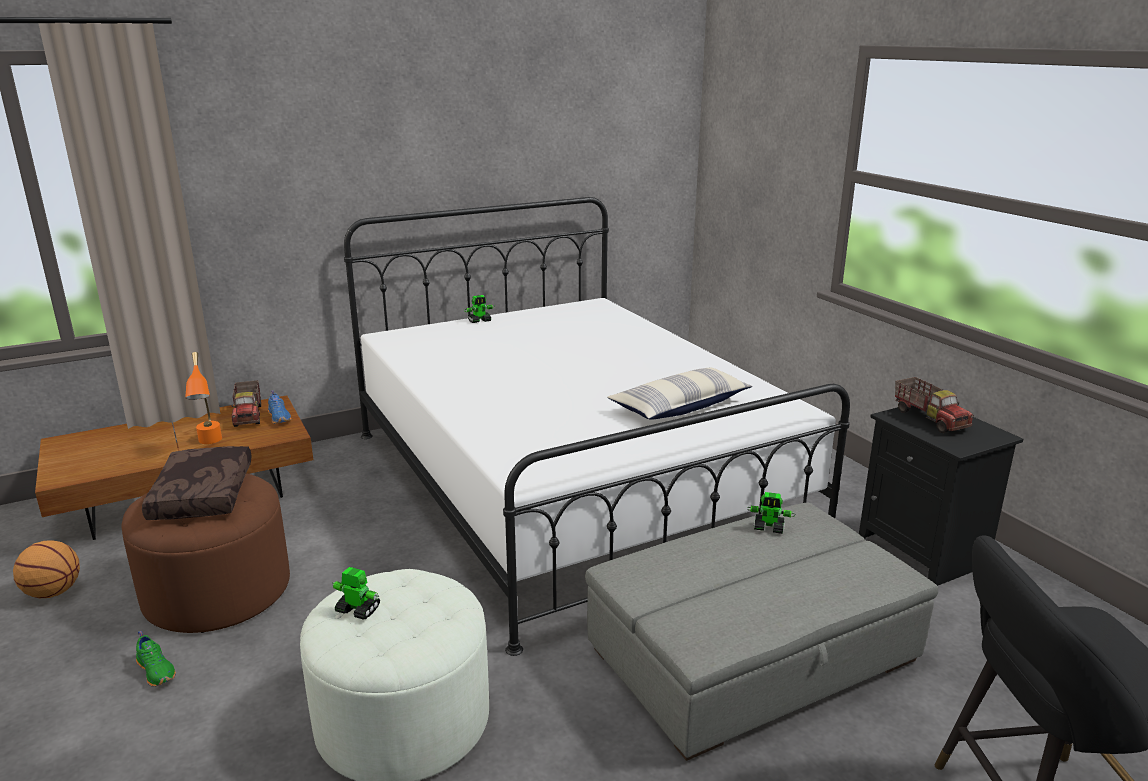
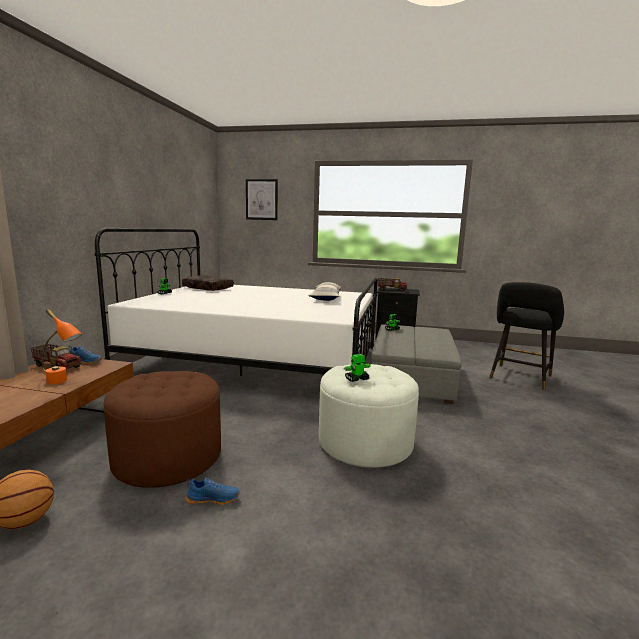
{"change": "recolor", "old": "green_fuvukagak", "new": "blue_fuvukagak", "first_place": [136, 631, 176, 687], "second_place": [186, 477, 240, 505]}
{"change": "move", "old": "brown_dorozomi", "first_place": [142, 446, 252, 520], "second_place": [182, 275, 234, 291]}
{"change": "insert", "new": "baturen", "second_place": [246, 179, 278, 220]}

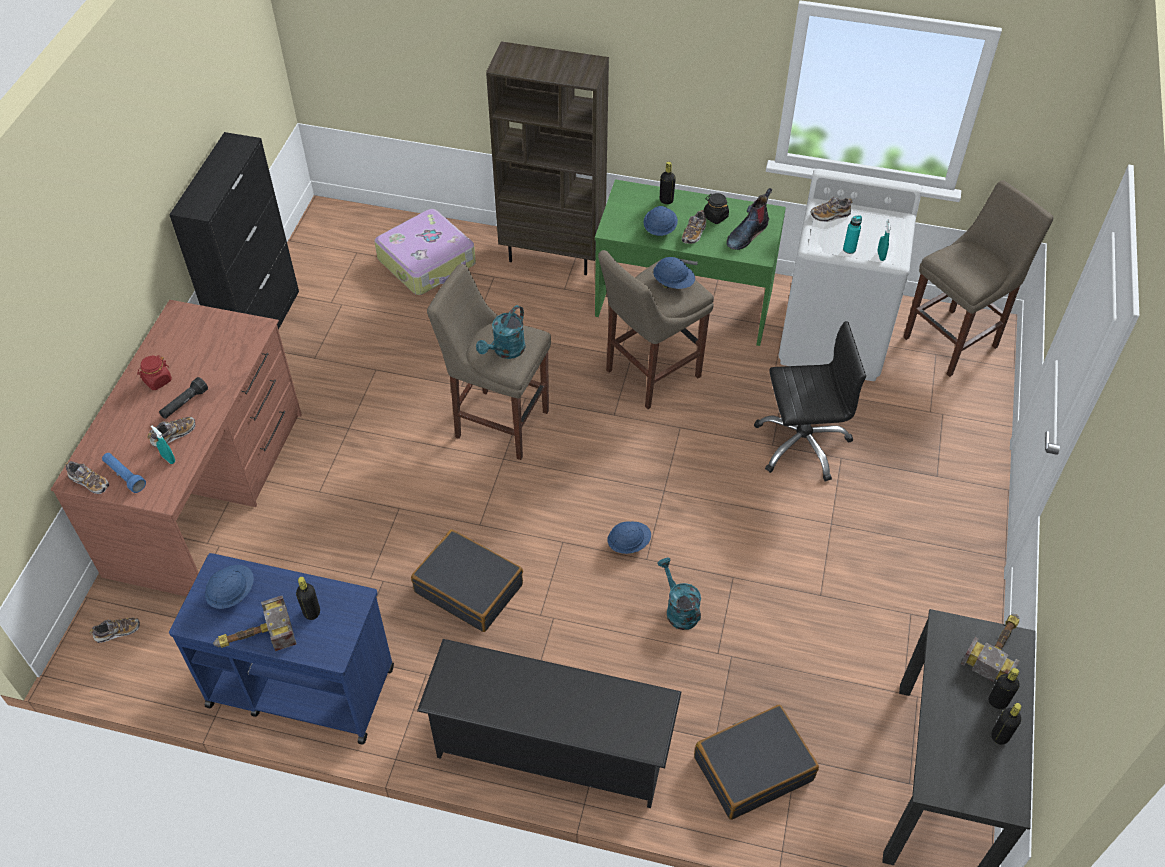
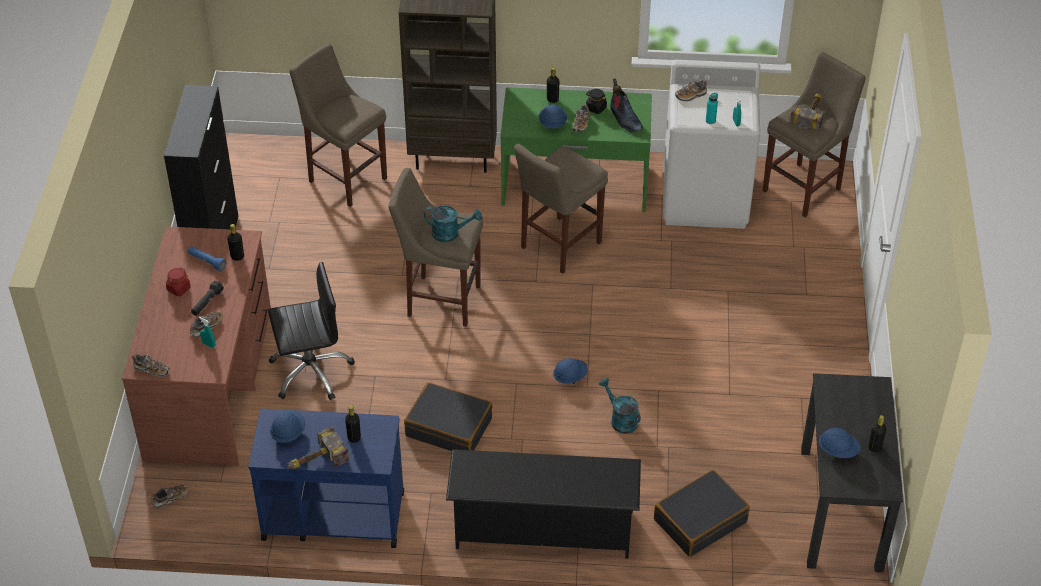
{"change": "move", "old": "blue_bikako", "first_place": [102, 453, 146, 493], "second_place": [188, 246, 226, 271]}
{"change": "replace", "old": "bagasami", "new": "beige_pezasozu", "first_place": [375, 209, 476, 295], "second_place": [289, 43, 387, 207]}
{"change": "rotate", "old": "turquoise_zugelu", "first_place": [476, 305, 526, 359], "second_place": [424, 205, 482, 242], "degrees": -105}
{"change": "move", "old": "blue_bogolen", "first_place": [653, 257, 695, 289], "second_place": [819, 428, 861, 458]}
{"change": "rotate", "old": "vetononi", "first_place": [727, 188, 772, 250], "second_place": [610, 78, 643, 132], "degrees": -60}
{"change": "move", "old": "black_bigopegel", "first_place": [754, 321, 866, 482], "second_place": [268, 262, 355, 400]}
{"change": "move", "old": "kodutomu", "first_place": [961, 614, 1019, 682], "second_place": [790, 93, 824, 132]}
{"change": "move", "old": "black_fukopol", "first_place": [989, 668, 1020, 709], "second_place": [227, 224, 244, 261]}

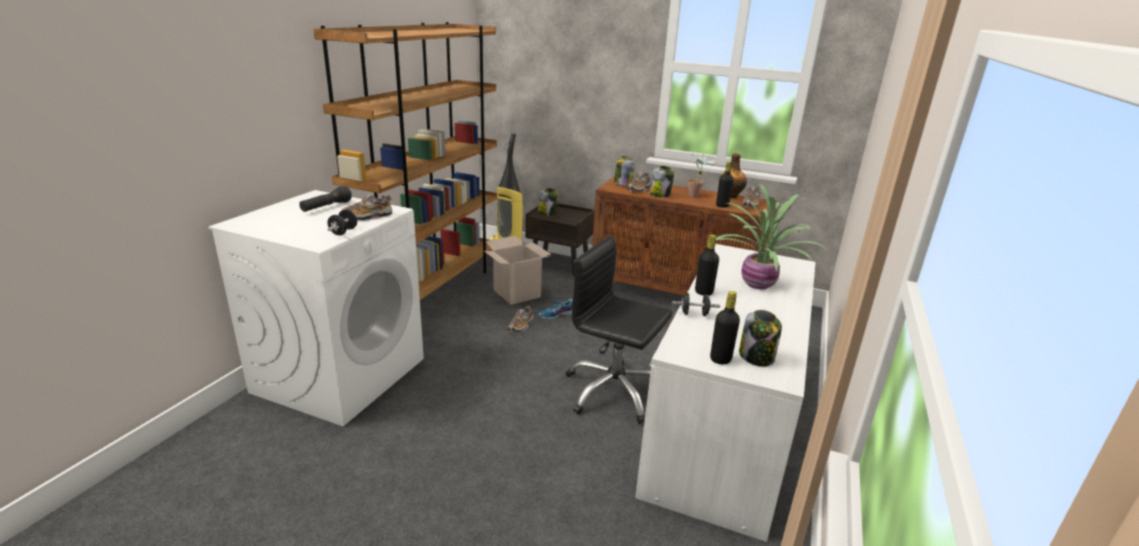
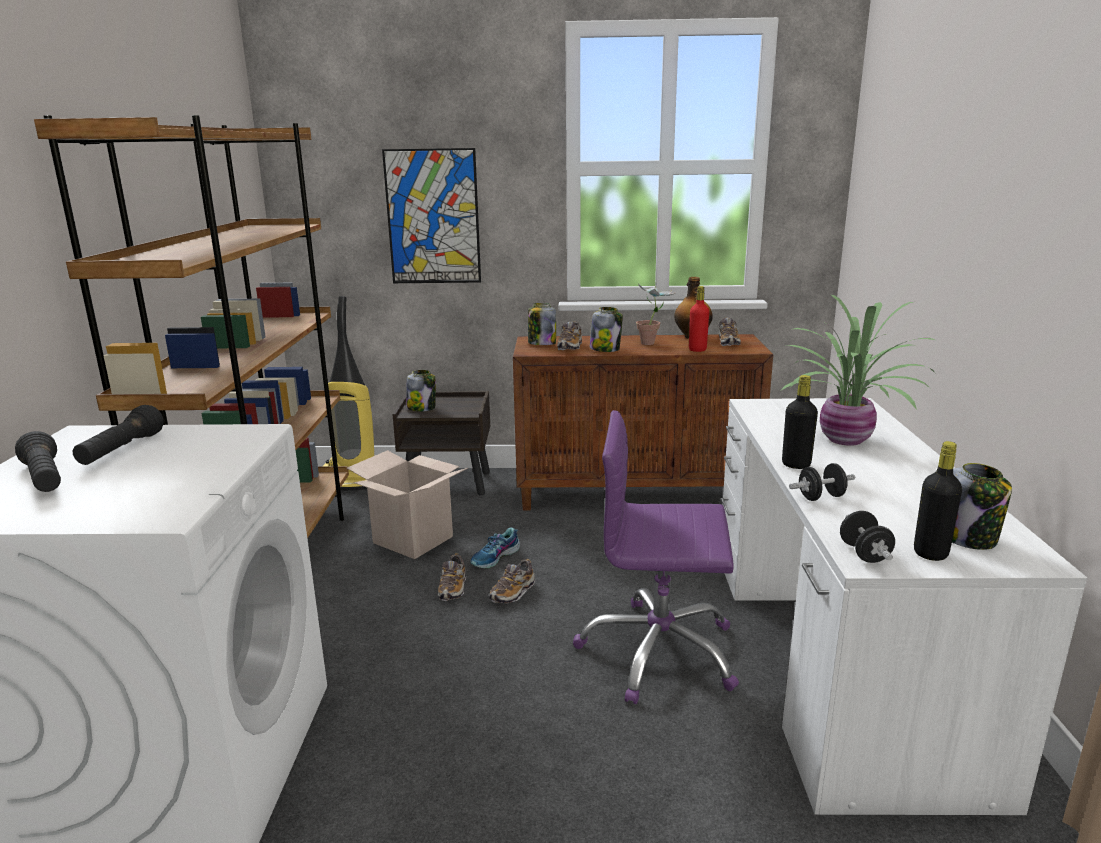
{"change": "move", "old": "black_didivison", "first_place": [327, 209, 357, 235], "second_place": [840, 511, 895, 563]}
{"change": "move", "old": "fuvukagak", "first_place": [341, 194, 392, 221], "second_place": [489, 559, 535, 604]}
{"change": "recolor", "old": "black_bigopegel", "new": "purple_bigopegel", "first_place": [566, 236, 673, 424], "second_place": [573, 410, 739, 704]}
{"change": "recolor", "old": "black_fukopol", "new": "red_fukopol", "first_place": [716, 161, 734, 208], "second_place": [689, 286, 709, 352]}
{"change": "insert", "new": "black_bikako", "second_place": [15, 431, 61, 492]}
{"change": "insert", "new": "baturen", "second_place": [382, 148, 481, 283]}

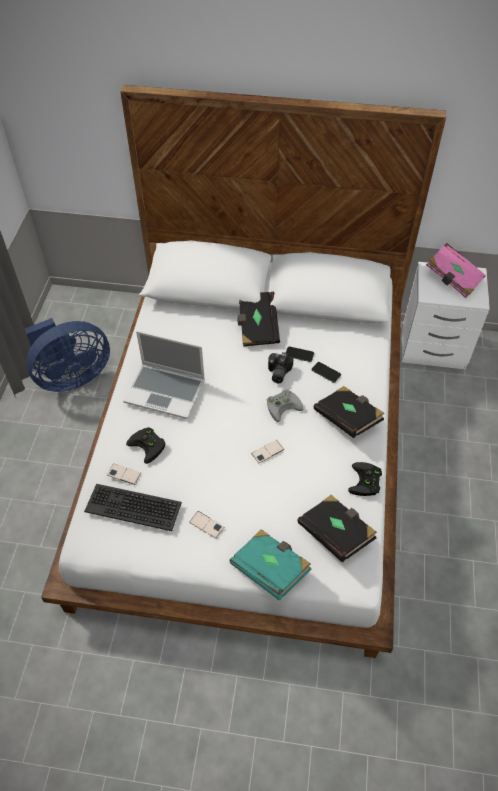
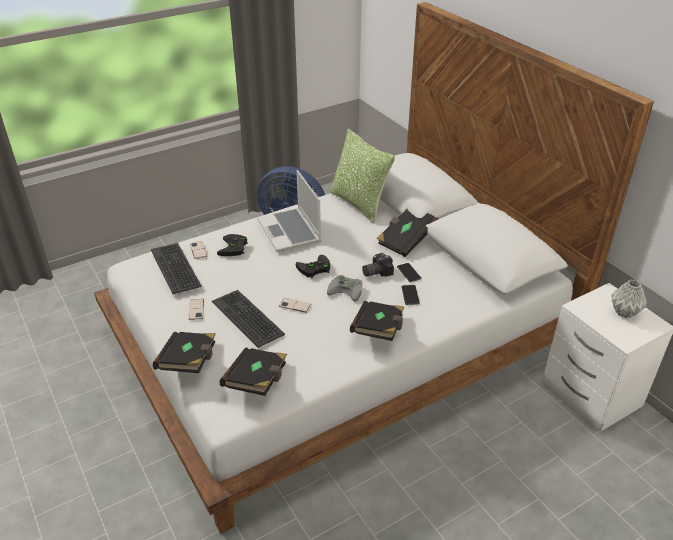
{"change": "recolor", "old": "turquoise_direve", "new": "black_direve", "first_place": [230, 529, 312, 600], "second_place": [153, 332, 216, 373]}
{"change": "move", "old": "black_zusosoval", "first_place": [348, 462, 382, 496], "second_place": [296, 255, 330, 278]}
{"change": "replace", "old": "pink_direve", "new": "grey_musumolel", "first_place": [426, 243, 486, 298], "second_place": [611, 279, 647, 318]}
{"change": "insert", "new": "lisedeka", "second_place": [212, 290, 285, 348]}
{"change": "insert", "new": "dorozomi", "second_place": [329, 129, 395, 223]}

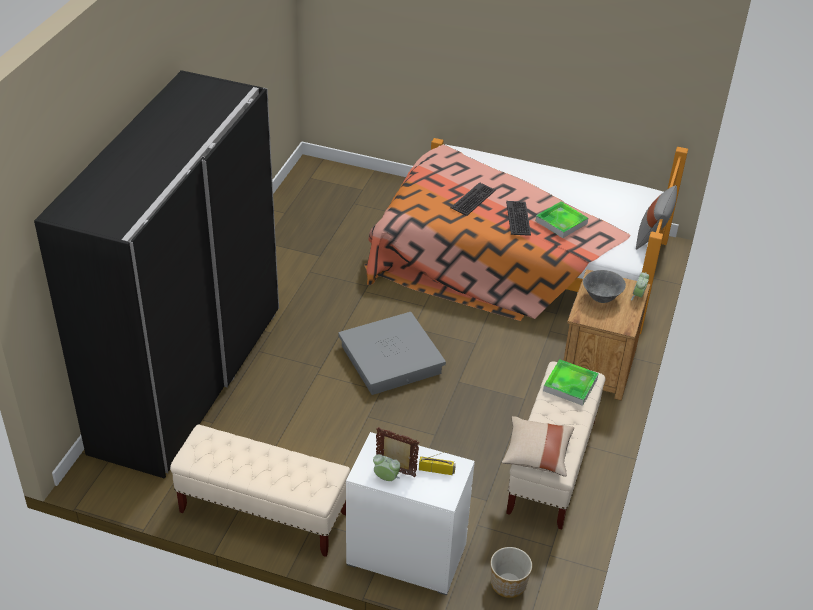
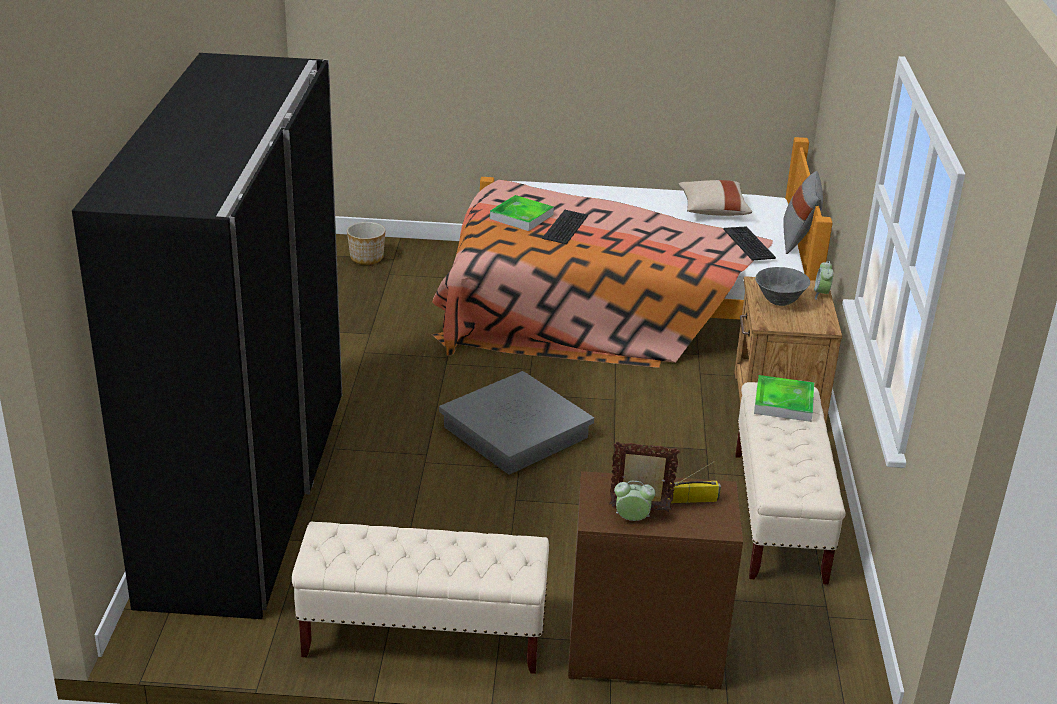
{"change": "recolor", "old": "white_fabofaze", "new": "brown_fabofaze", "first_place": [346, 432, 475, 595], "second_place": [568, 471, 743, 689]}
{"change": "move", "old": "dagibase", "first_place": [491, 547, 532, 598], "second_place": [347, 222, 385, 265]}
{"change": "move", "old": "beige_dorozomi", "first_place": [502, 416, 574, 477], "second_place": [678, 180, 752, 216]}
{"change": "move", "old": "lisedeka", "first_place": [506, 201, 531, 236], "second_place": [723, 226, 776, 260]}
{"change": "move", "old": "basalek", "first_place": [536, 201, 588, 238], "second_place": [490, 195, 554, 231]}

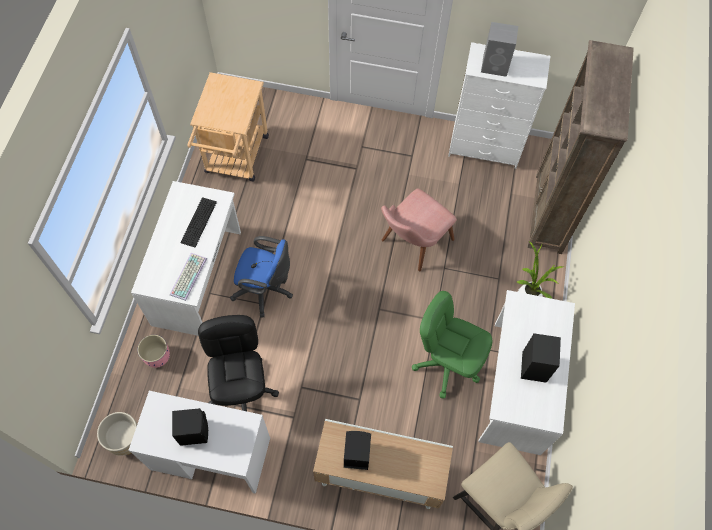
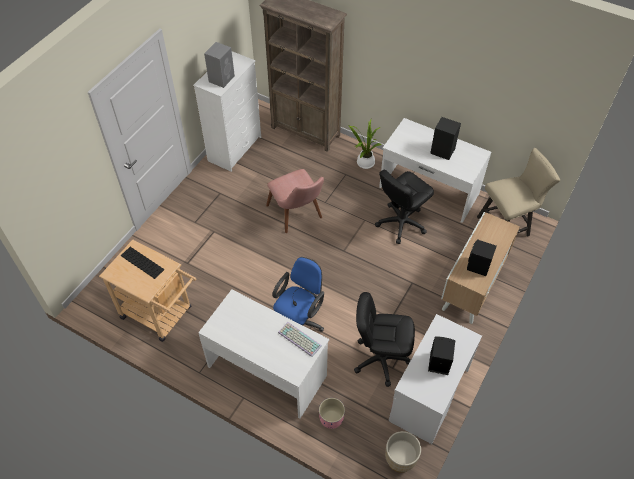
{"change": "move", "old": "lisedeka", "first_place": [180, 197, 217, 247], "second_place": [121, 247, 164, 279]}
{"change": "recolor", "old": "green_bigopegel", "new": "black_bigopegel", "first_place": [412, 291, 492, 399], "second_place": [375, 170, 434, 244]}

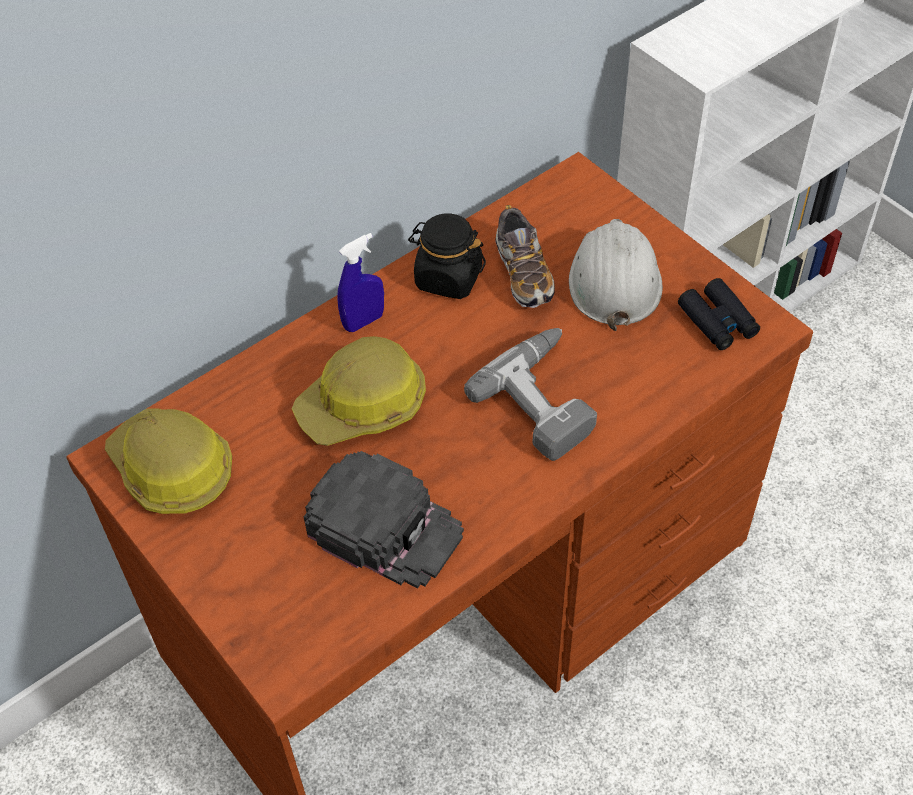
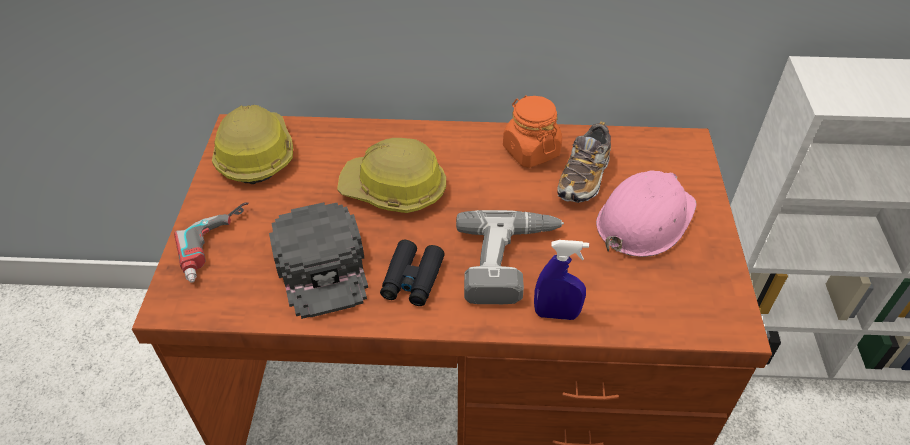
{"change": "move", "old": "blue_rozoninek", "first_place": [337, 233, 384, 332], "second_place": [534, 240, 589, 320]}
{"change": "recolor", "old": "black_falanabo", "new": "orange_falanabo", "first_place": [408, 213, 486, 299], "second_place": [503, 95, 562, 168]}
{"change": "recolor", "old": "white_bogolen", "new": "pink_bogolen", "first_place": [569, 219, 663, 331], "second_place": [596, 170, 697, 257]}
{"change": "move", "old": "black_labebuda", "first_place": [678, 278, 760, 350], "second_place": [380, 240, 445, 306]}
{"change": "insert", "new": "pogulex", "second_place": [174, 202, 249, 283]}

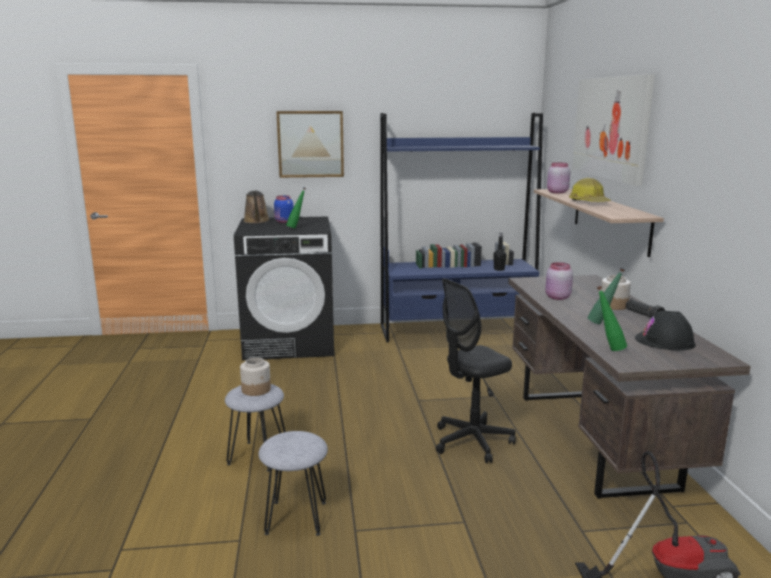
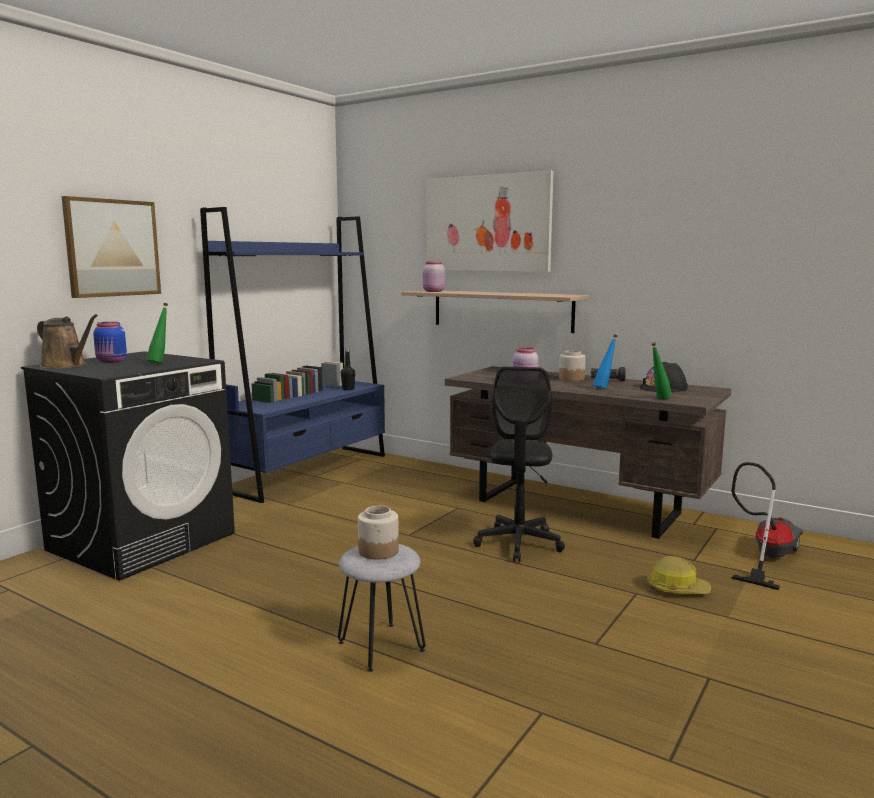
{"change": "delete", "old": "grey_pezasozu", "first_place": [258, 431, 328, 536]}
{"change": "move", "old": "bogolen", "first_place": [569, 178, 611, 202], "second_place": [647, 556, 711, 594]}
{"change": "recolor", "old": "green_fukopol", "new": "blue_fukopol", "first_place": [587, 268, 625, 324], "second_place": [593, 335, 617, 389]}

